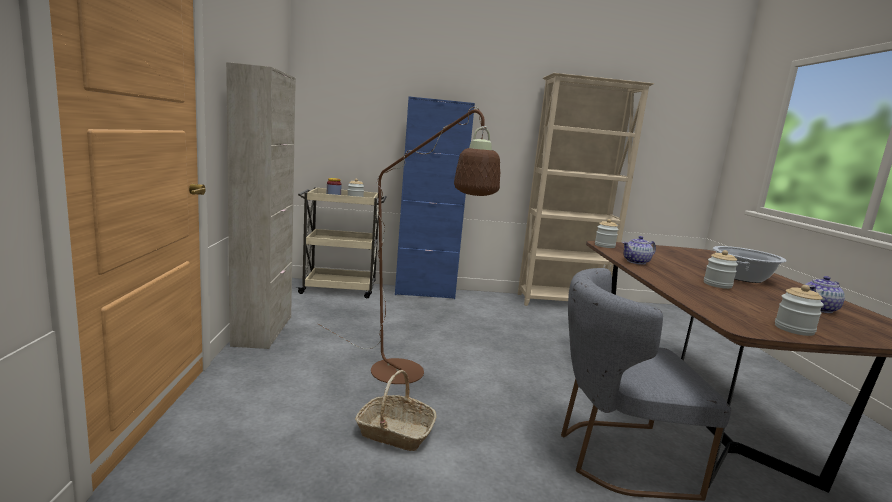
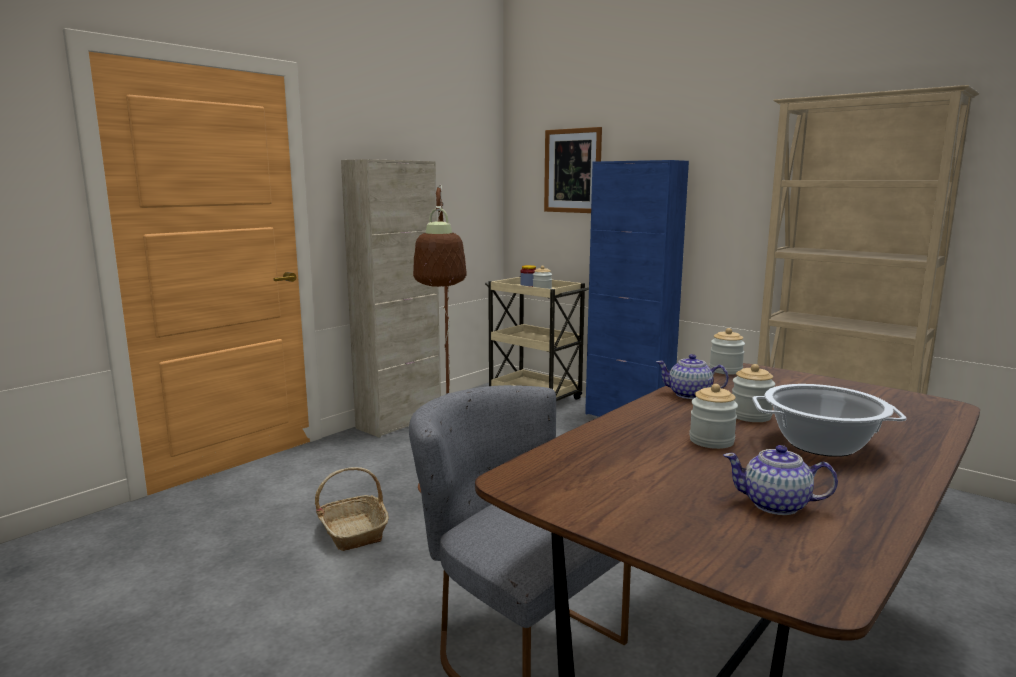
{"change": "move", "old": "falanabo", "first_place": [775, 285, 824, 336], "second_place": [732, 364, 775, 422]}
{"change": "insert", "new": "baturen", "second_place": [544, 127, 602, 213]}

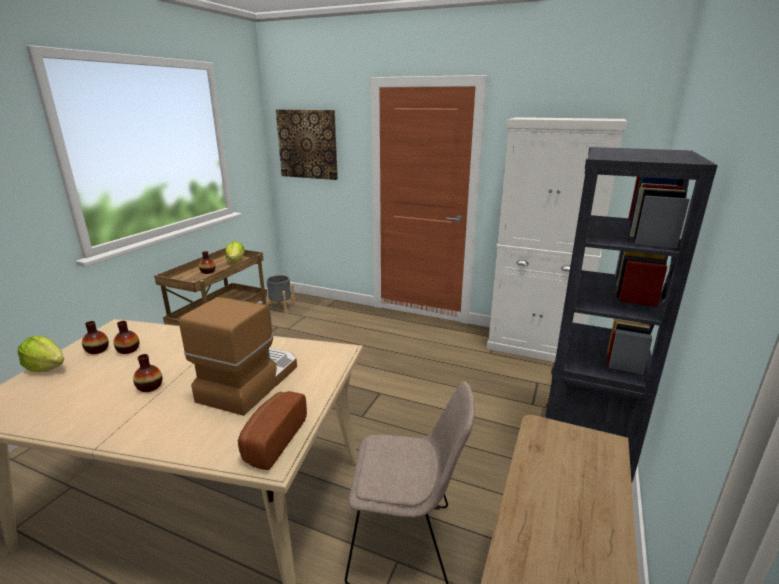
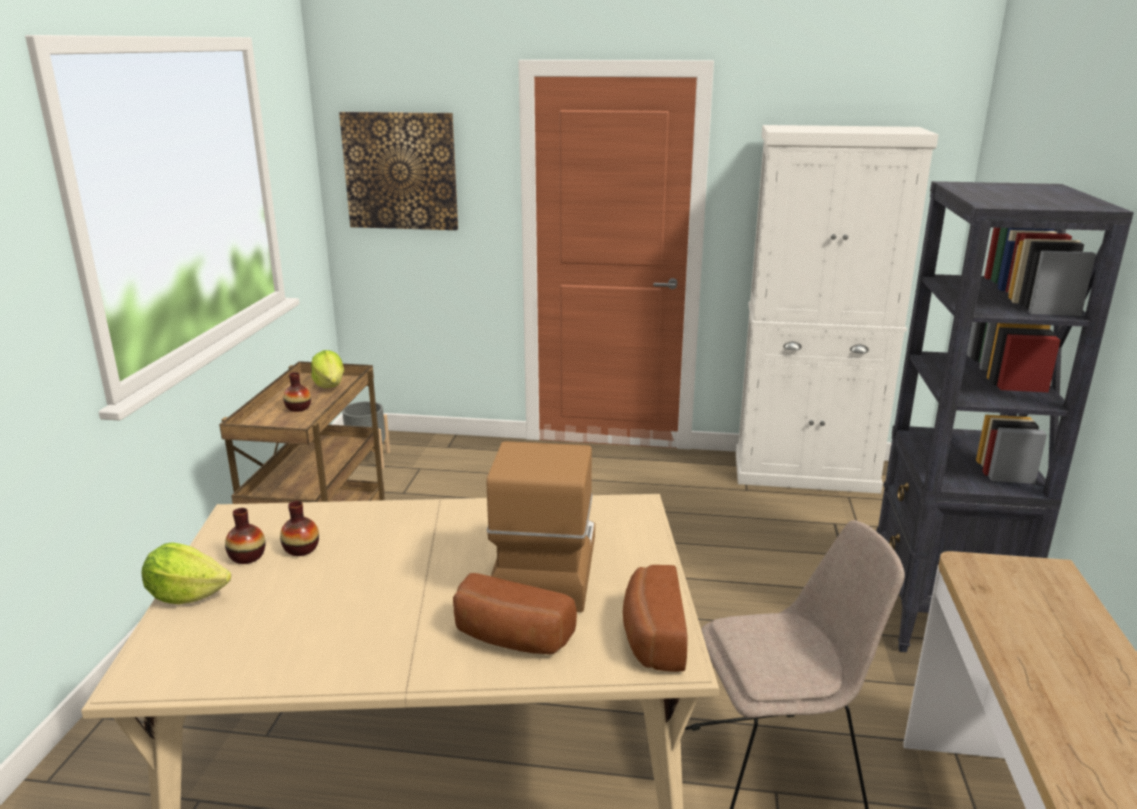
{"change": "delete", "old": "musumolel", "first_place": [133, 354, 162, 392]}
{"change": "insert", "new": "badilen", "second_place": [453, 573, 577, 654]}

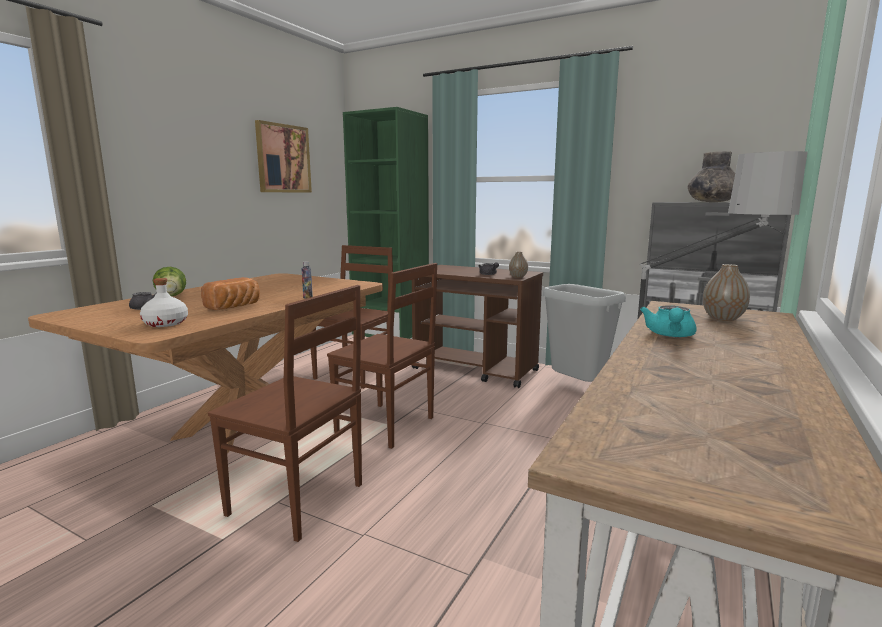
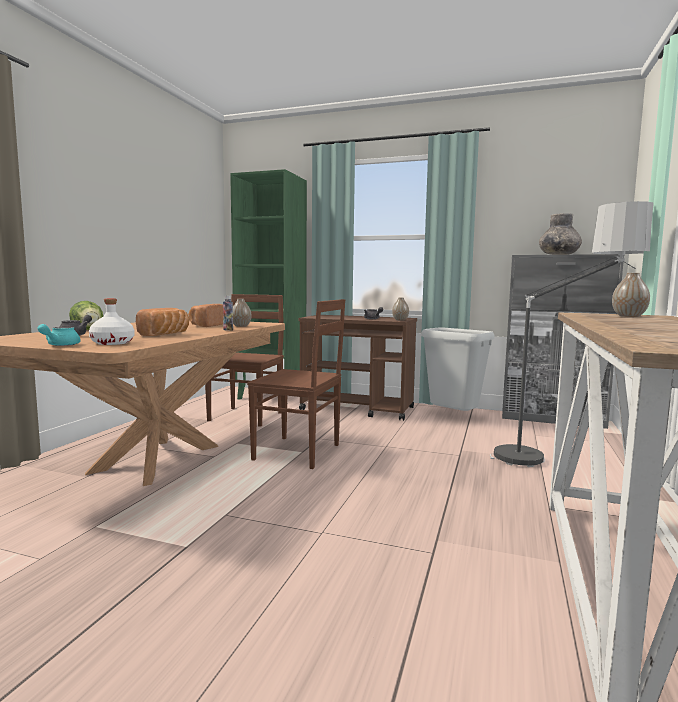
{"change": "delete", "old": "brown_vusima", "first_place": [208, 285, 362, 542]}
{"change": "delete", "old": "baturen", "first_place": [255, 120, 312, 193]}
{"change": "move", "old": "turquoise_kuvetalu", "first_place": [640, 305, 696, 338], "second_place": [37, 324, 80, 346]}
{"change": "insert", "new": "badilen", "second_place": [188, 304, 223, 327]}
{"change": "insert", "new": "musumolel", "second_place": [233, 299, 251, 327]}

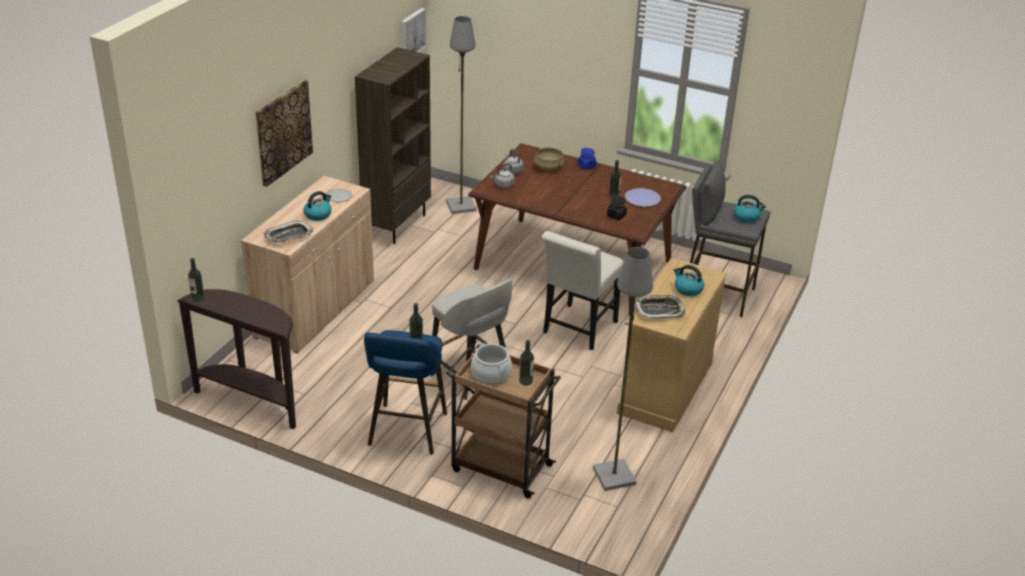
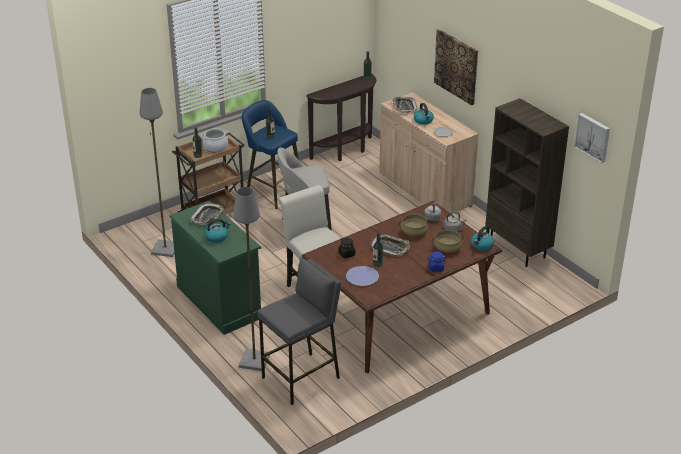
{"change": "move", "old": "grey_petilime", "first_place": [446, 16, 477, 214], "second_place": [233, 187, 270, 371]}
{"change": "recolor", "old": "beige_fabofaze", "new": "green_fabofaze", "first_place": [617, 258, 727, 432], "second_place": [170, 201, 261, 335]}
{"change": "move", "old": "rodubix", "first_place": [734, 195, 766, 223], "second_place": [471, 226, 494, 251]}
{"change": "insert", "new": "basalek", "second_place": [371, 234, 410, 257]}
{"change": "insert", "new": "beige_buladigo", "second_place": [398, 214, 431, 236]}

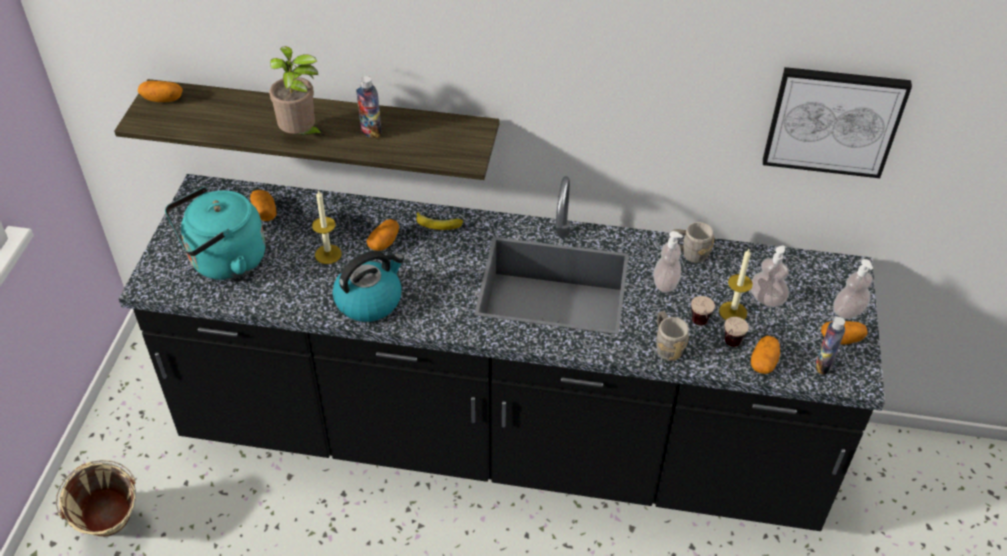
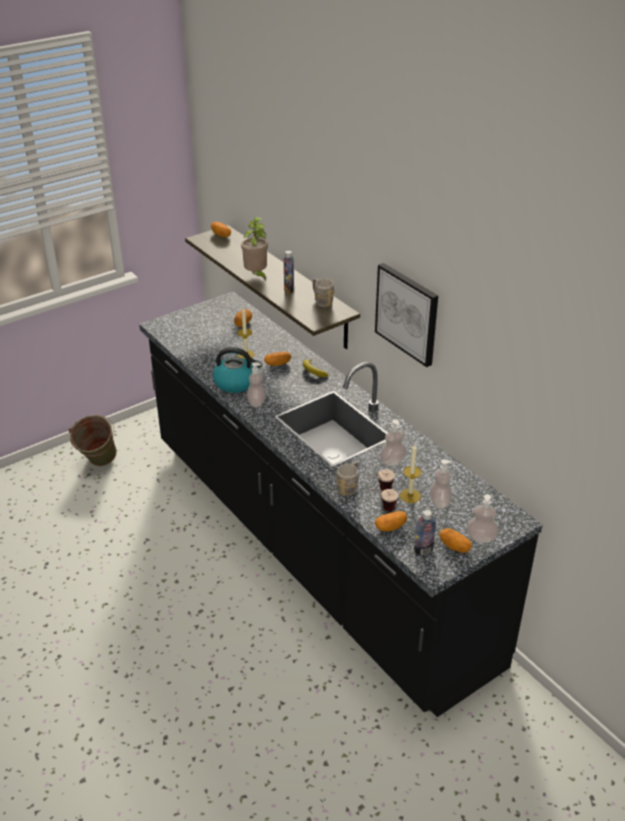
{"change": "recolor", "old": "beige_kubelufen", "new": "green_kubelufen", "first_place": [56, 460, 136, 537], "second_place": [68, 415, 117, 466]}
{"change": "delete", "old": "turquoise_rodubix", "first_place": [165, 187, 266, 280]}
{"change": "move", "old": "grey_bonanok", "first_place": [671, 222, 714, 263], "second_place": [313, 279, 335, 307]}
{"change": "move", "old": "baturen", "first_place": [763, 67, 912, 178], "second_place": [375, 263, 438, 367]}
{"change": "insert", "new": "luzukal", "second_place": [247, 362, 265, 407]}

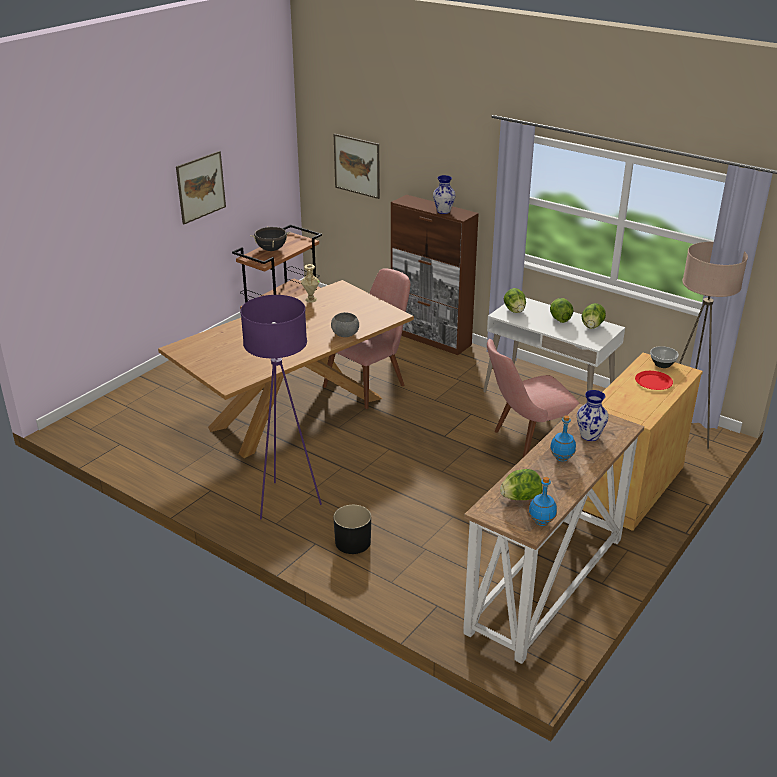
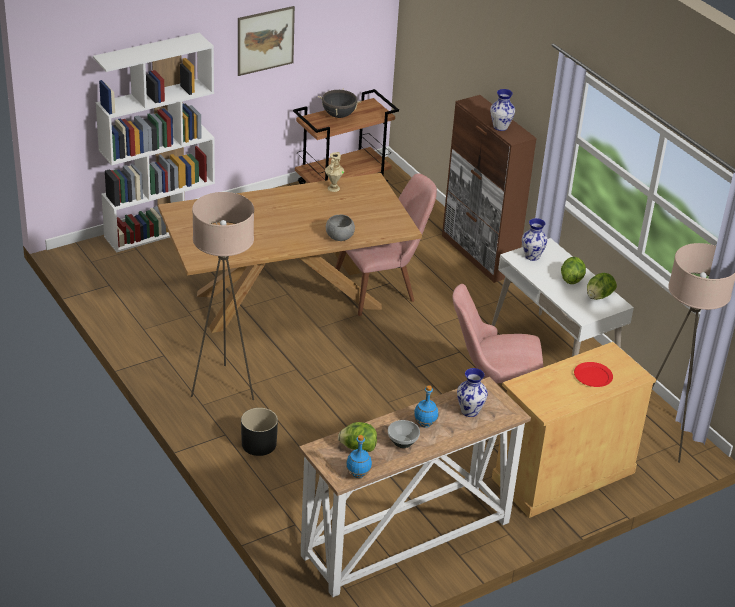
{"change": "recolor", "old": "purple_petilime", "new": "beige_petilime", "first_place": [240, 295, 322, 519], "second_place": [191, 192, 254, 400]}
{"change": "delete", "old": "baturen", "first_place": [334, 134, 380, 199]}
{"change": "replace", "old": "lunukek", "new": "musumolel", "first_place": [504, 288, 526, 313], "second_place": [522, 218, 548, 261]}
{"change": "move", "old": "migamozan", "first_place": [650, 346, 679, 368], "second_place": [388, 420, 420, 448]}
{"change": "insert", "new": "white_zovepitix", "second_place": [93, 33, 215, 252]}

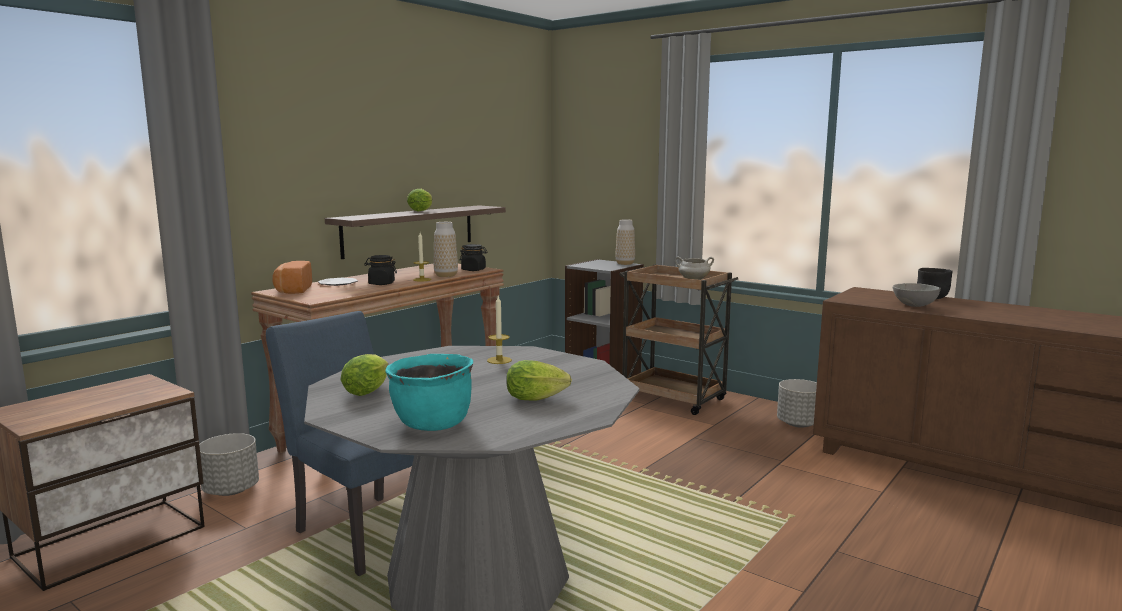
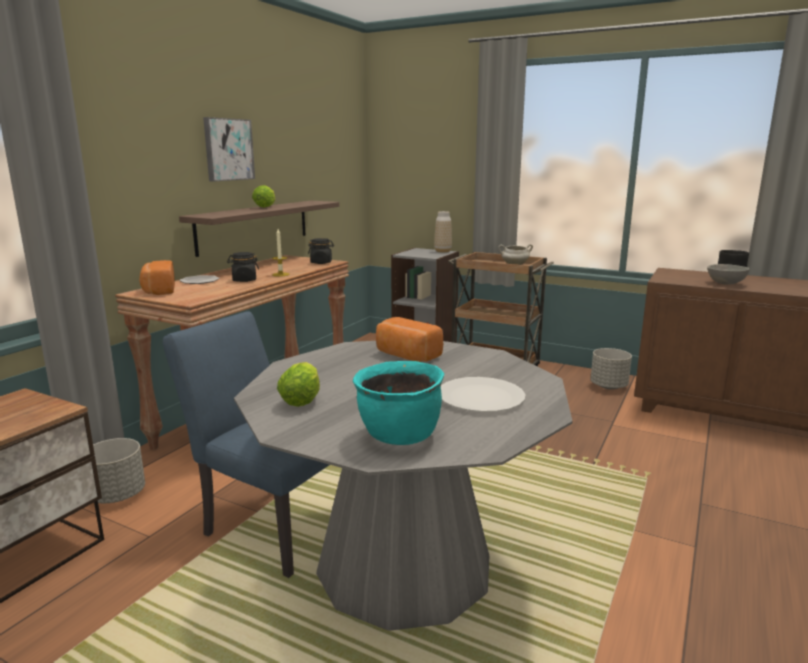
{"change": "delete", "old": "musumolel", "first_place": [434, 222, 458, 277]}
{"change": "replace", "old": "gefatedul", "new": "badilen", "first_place": [487, 296, 512, 364], "second_place": [376, 317, 443, 362]}
{"change": "replace", "old": "lunukek", "new": "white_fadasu", "first_place": [506, 360, 572, 400], "second_place": [441, 377, 526, 412]}
{"change": "insert", "new": "baturen", "second_place": [203, 117, 255, 182]}

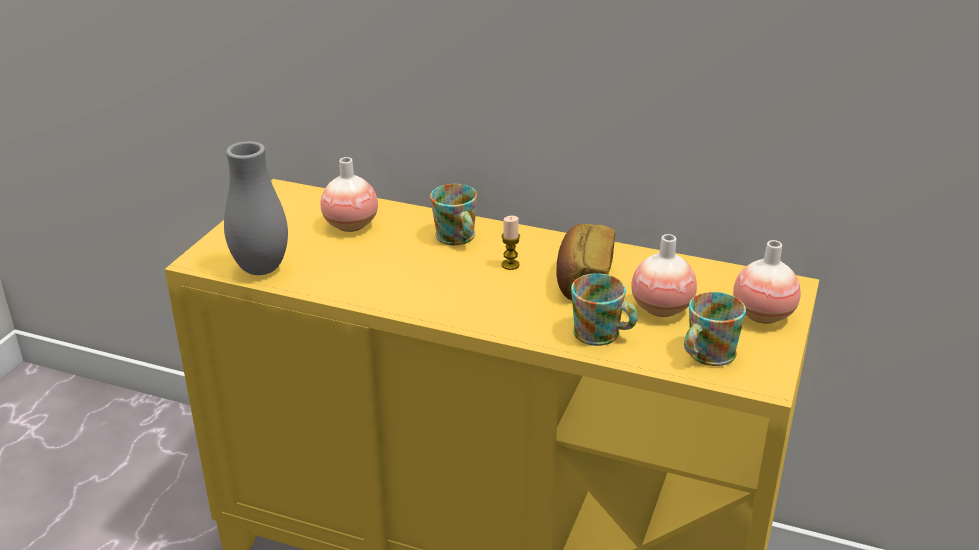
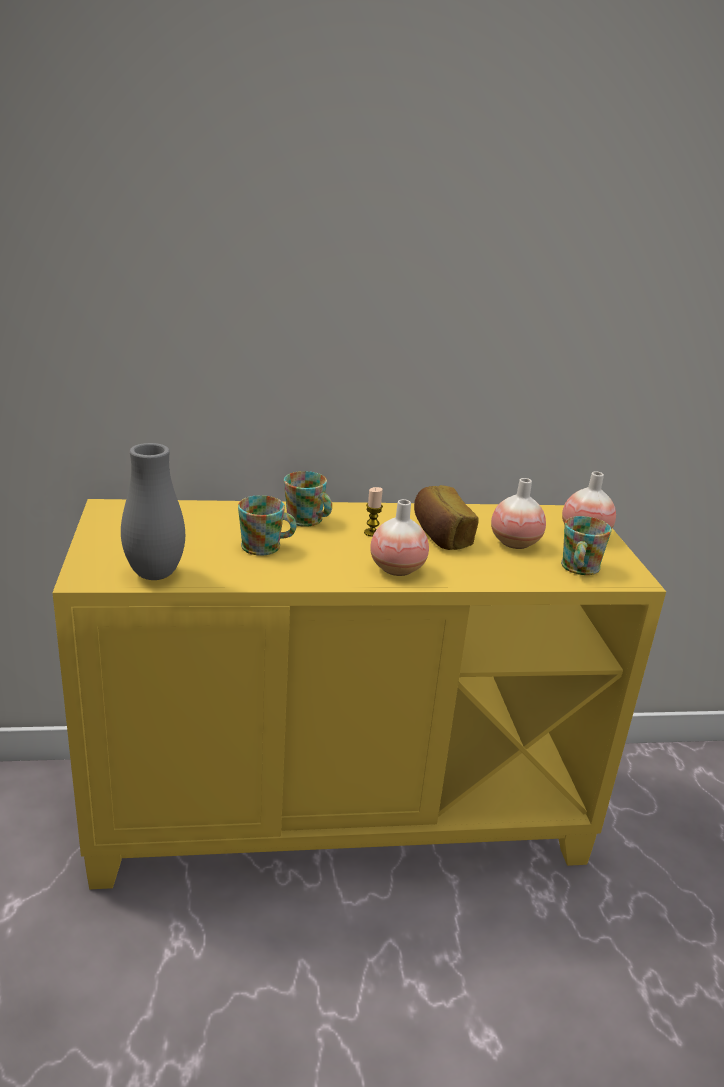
{"change": "move", "old": "musumolel", "first_place": [321, 157, 378, 232], "second_place": [370, 499, 429, 576]}
{"change": "move", "old": "bonanok", "first_place": [571, 273, 638, 346], "second_place": [238, 495, 297, 556]}

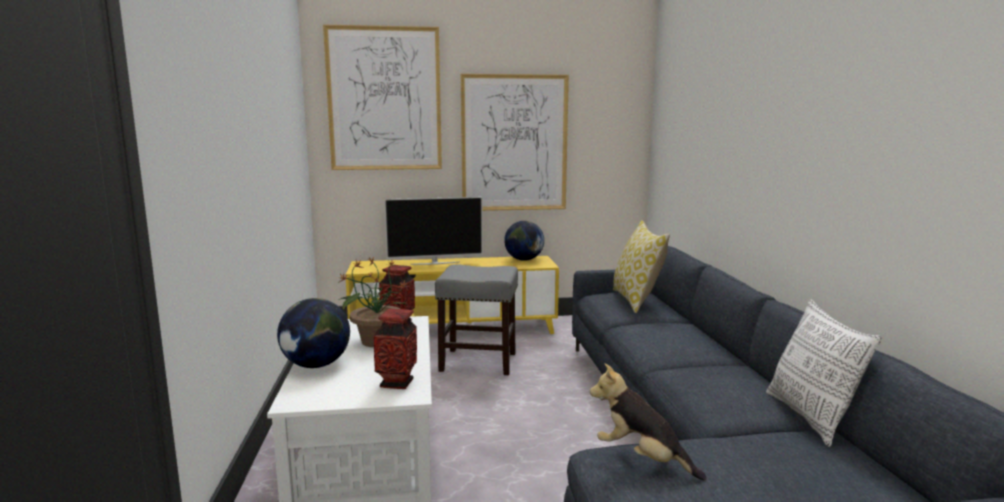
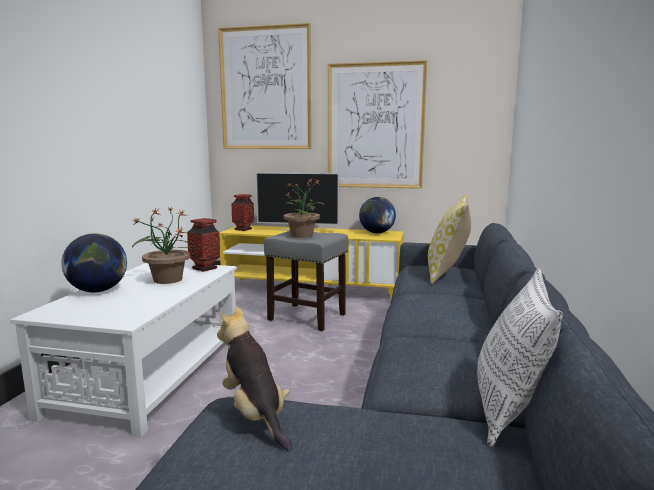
{"change": "move", "old": "musumolel", "first_place": [374, 308, 417, 389], "second_place": [231, 194, 254, 231]}
{"change": "insert", "new": "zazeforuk", "second_place": [283, 179, 323, 238]}

